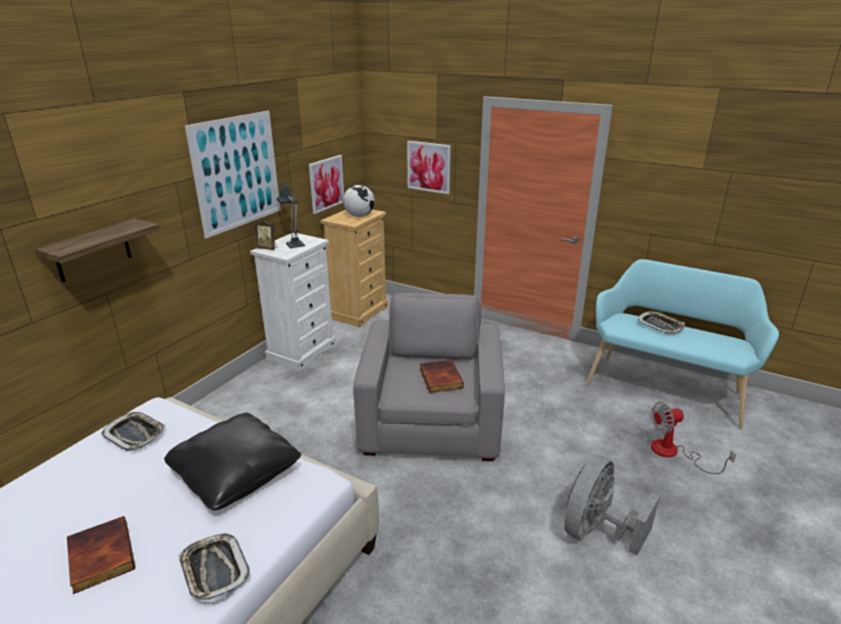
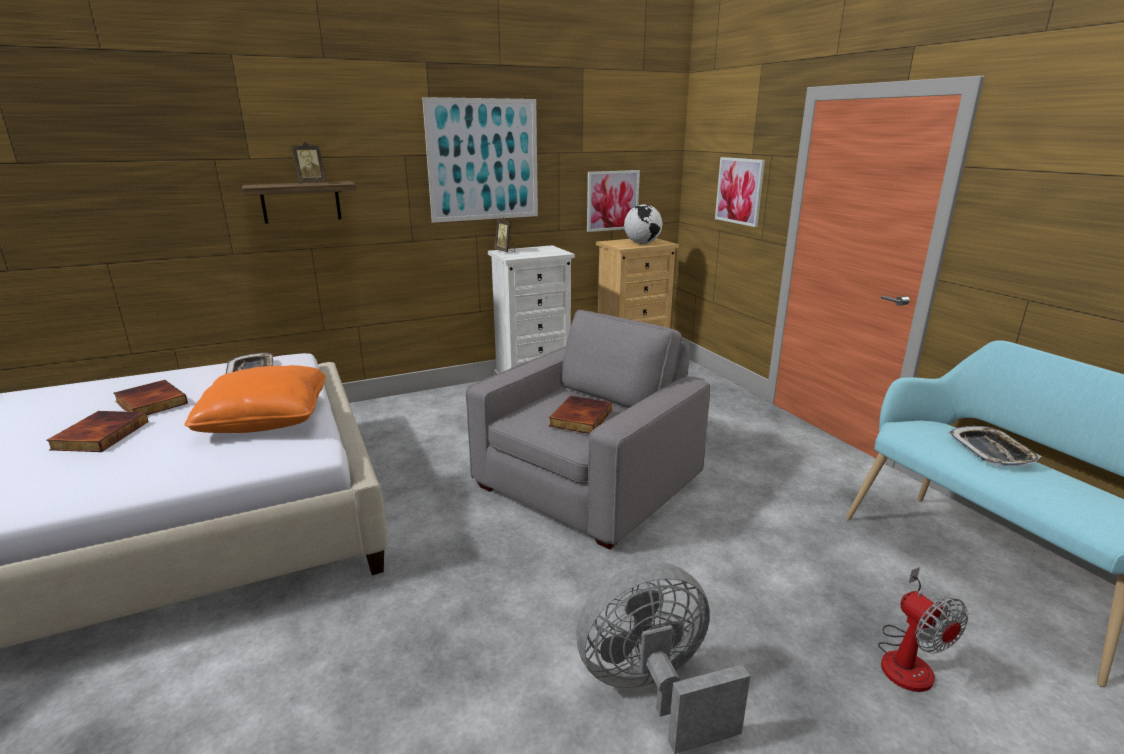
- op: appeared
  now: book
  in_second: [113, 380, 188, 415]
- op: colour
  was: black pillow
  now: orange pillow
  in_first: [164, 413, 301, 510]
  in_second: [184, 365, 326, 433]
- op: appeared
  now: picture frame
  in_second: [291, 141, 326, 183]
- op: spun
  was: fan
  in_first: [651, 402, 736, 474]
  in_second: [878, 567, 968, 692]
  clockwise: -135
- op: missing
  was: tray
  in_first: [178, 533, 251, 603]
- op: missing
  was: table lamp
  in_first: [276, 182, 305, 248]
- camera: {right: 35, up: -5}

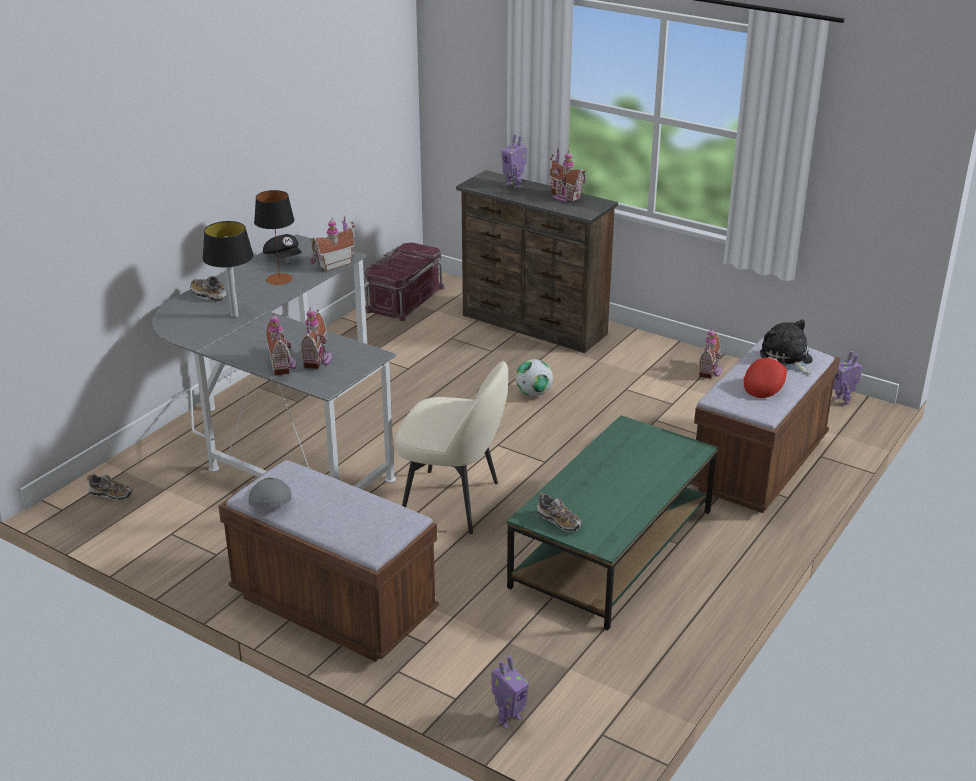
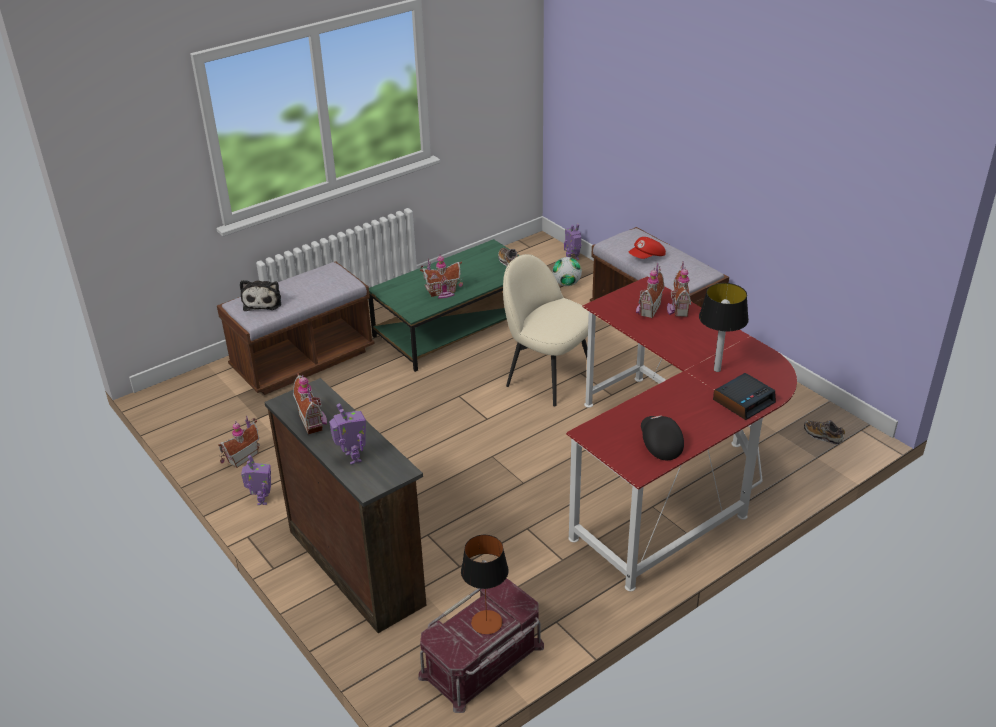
- op: relocated
  was: toy robot
  in_first: [833, 351, 863, 406]
  in_second: [241, 455, 271, 505]
- op: relocated
  was: toy house
  in_first: [310, 216, 355, 271]
  in_second: [420, 254, 463, 299]
- op: relocated
  was: table lamp
  in_first: [254, 190, 294, 285]
  in_second: [461, 535, 509, 635]
- op: relocated
  was: football
  in_first: [516, 359, 553, 396]
  in_second: [552, 257, 582, 286]
- op: colour
  was: grey desk
  now: red desk
  in_first: [153, 234, 397, 490]
  in_second: [566, 276, 797, 591]
- op: relocated
  was: red cap
  in_first: [743, 357, 787, 398]
  in_second: [629, 237, 666, 259]
- op: exchanged
  was: shoe
  now: alarm clock
  in_first: [190, 276, 227, 302]
  in_second: [713, 373, 776, 420]
- op: missing
  was: grey cap
  in_first: [249, 478, 291, 508]
- camera: {right: -160, up: 5}

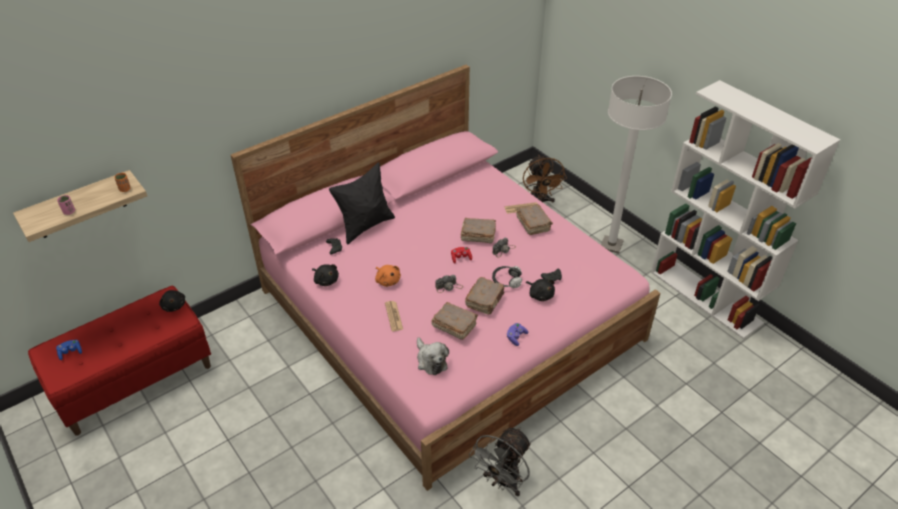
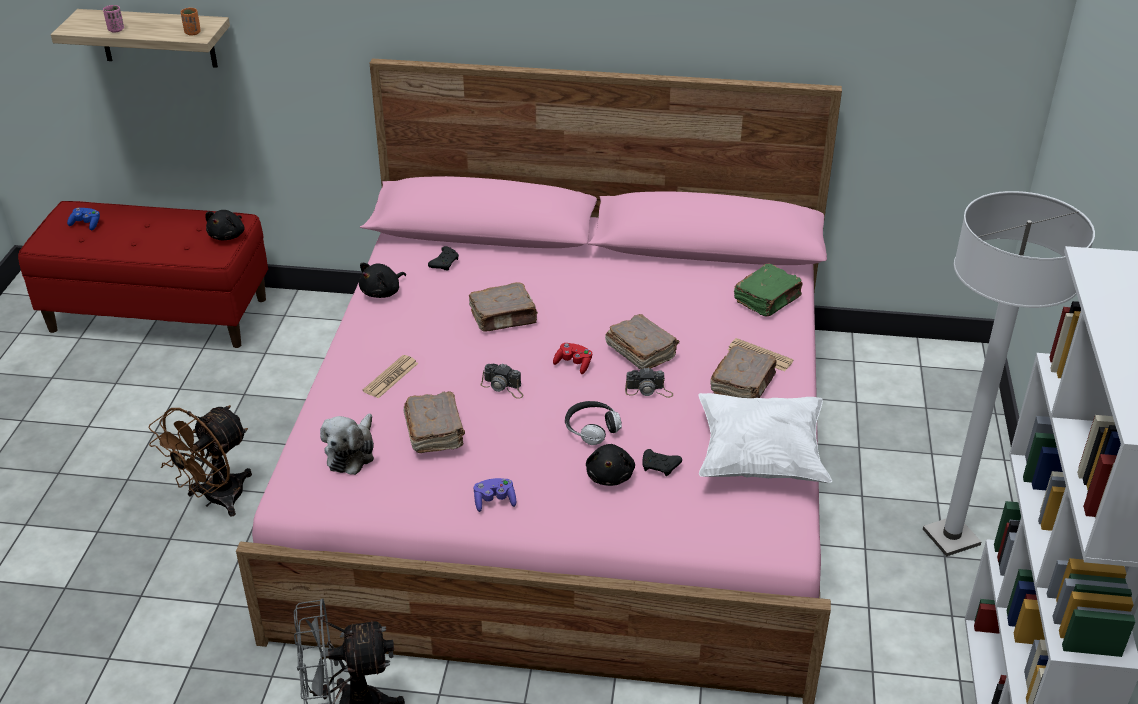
- op: relocated
  was: brown fan
  in_first: [523, 155, 567, 202]
  in_second: [149, 405, 252, 517]
- op: spun
  was: black plush toy
  in_first: [312, 264, 339, 286]
  in_second: [359, 263, 406, 298]
  clockwise: 45
- op: relocated
  was: brown book
  in_first: [465, 277, 504, 314]
  in_second: [469, 282, 538, 331]
- op: appeared
  now: white pillow
  in_second: [699, 393, 832, 483]
- op: appeared
  now: green book
  in_second: [734, 264, 803, 317]
- op: missing
  was: black pillow
  in_first: [329, 162, 395, 245]
- op: missing
  was: orange plush toy
  in_first: [375, 265, 401, 287]
- camera: {right: 45, up: -5}

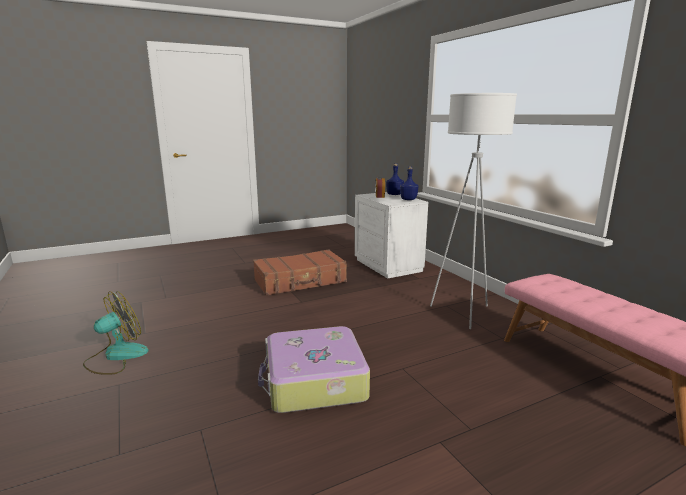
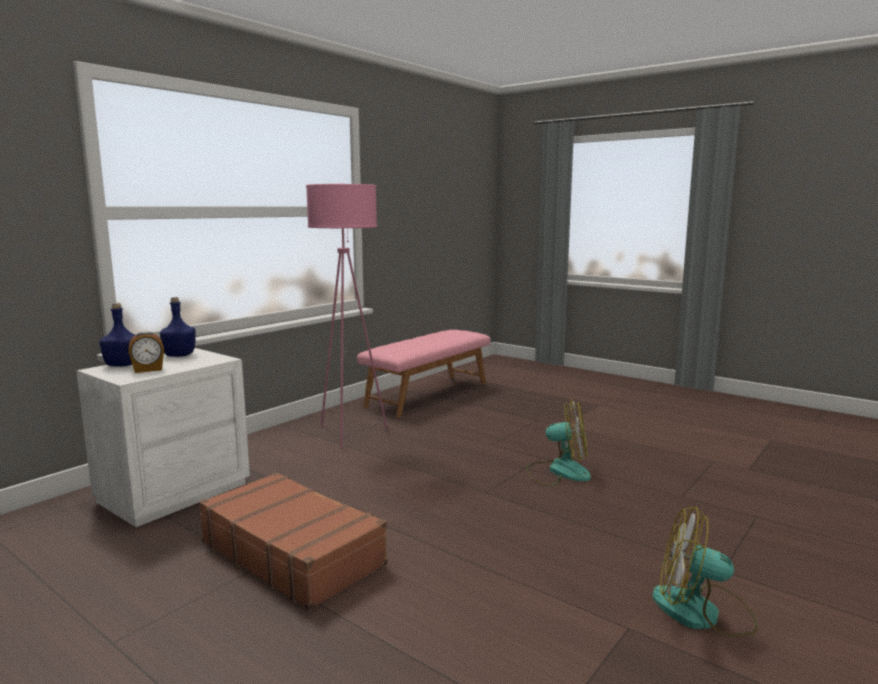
- op: colour
  was: white floor lamp
  now: pink floor lamp
  in_first: [430, 93, 517, 329]
  in_second: [306, 184, 388, 448]
- op: exchanged
  was: suitcase
  now: fan
  in_first: [258, 326, 370, 413]
  in_second: [527, 399, 591, 486]
- camera: {right: -115, up: -5}

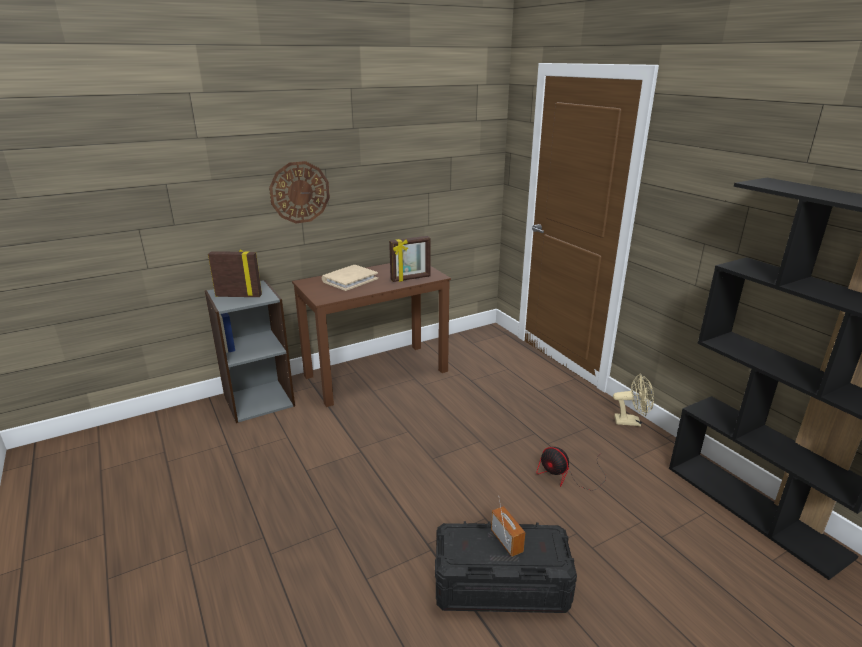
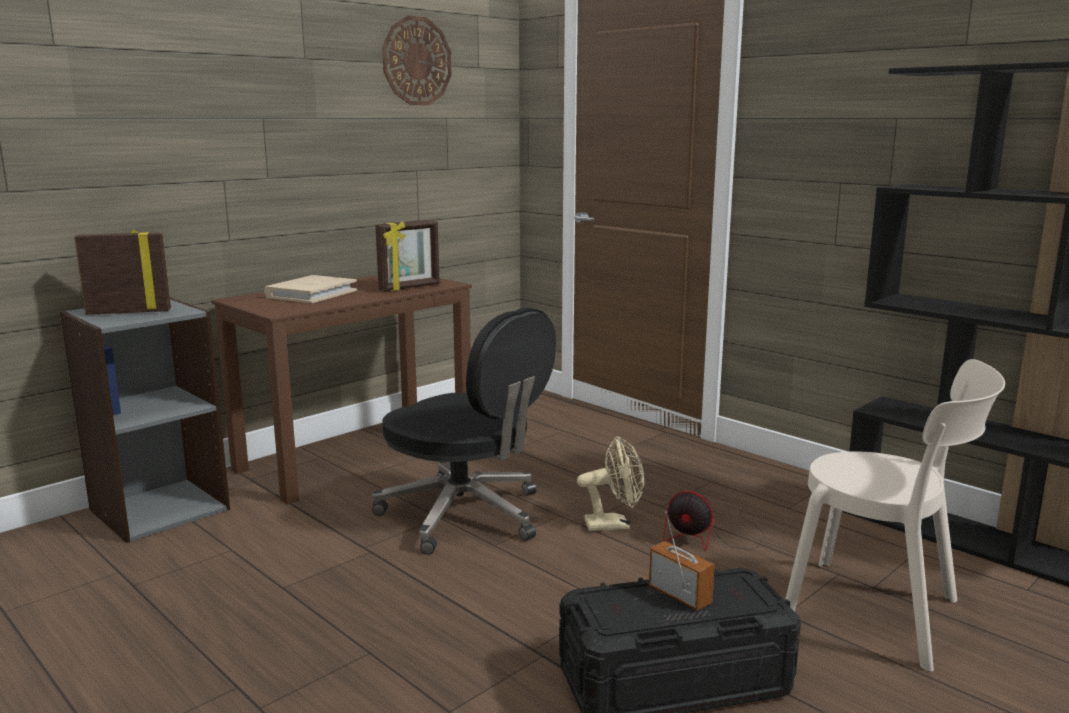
- op: appeared
  now: black office chair
  in_second: [372, 307, 556, 555]
- op: relocated
  was: wall clock
  in_first: [269, 161, 330, 223]
  in_second: [382, 15, 452, 105]
- op: relocated
  was: beige fan
  in_first: [613, 374, 654, 426]
  in_second: [577, 436, 644, 531]
- op: appeared
  now: beige chair
  in_second: [785, 359, 1005, 672]
- camera: {right: -15, up: -10}

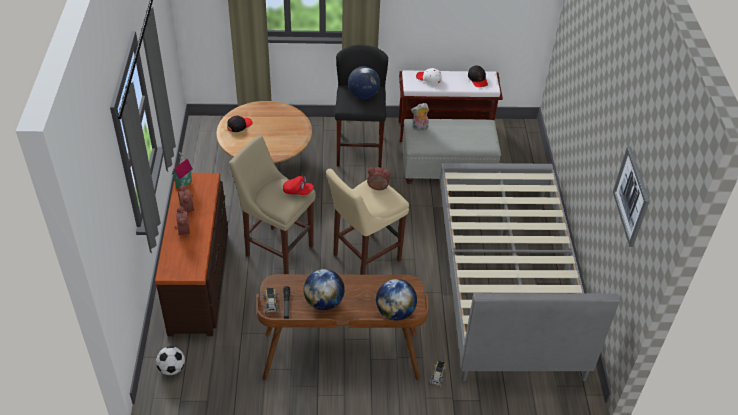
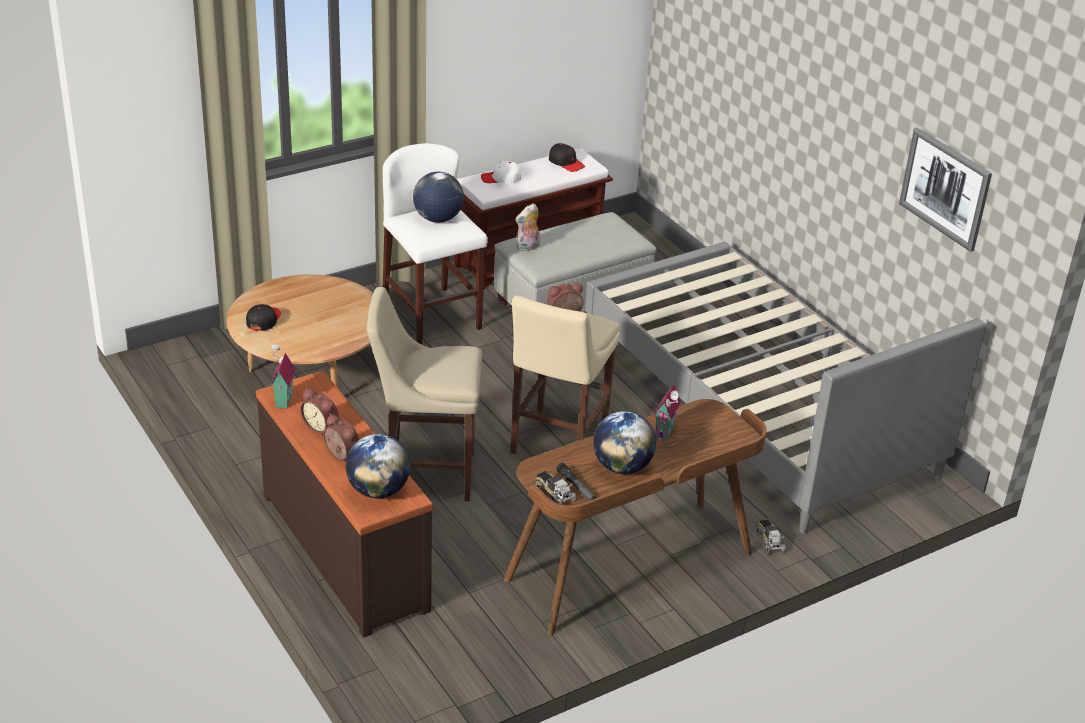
- op: relocated
  was: globe
  in_first: [376, 279, 417, 321]
  in_second: [346, 434, 410, 498]
- op: colour
  was: black stool
  now: white stool
  in_first: [335, 45, 388, 168]
  in_second: [383, 143, 488, 345]
- op: appeared
  now: toy house
  in_second: [654, 385, 681, 440]
- op: missing
  was: football
  in_first: [156, 346, 185, 375]
- op: missing
  was: red cap
  in_first: [283, 176, 314, 195]
- camera: {right: -30, up: -10}

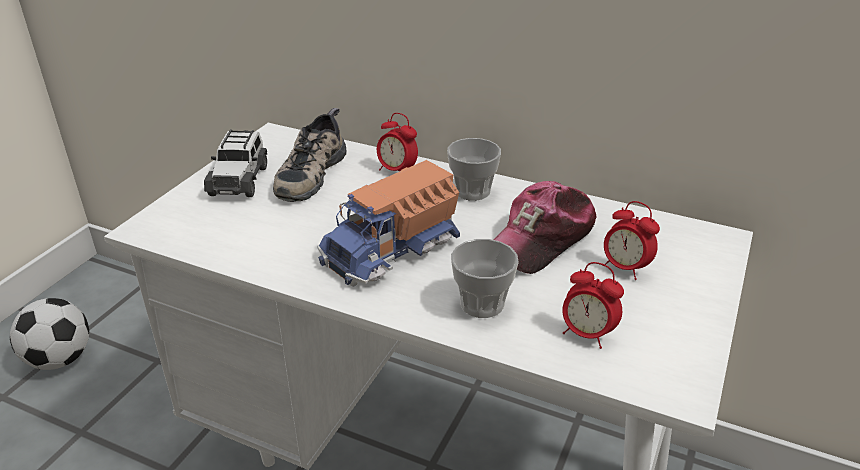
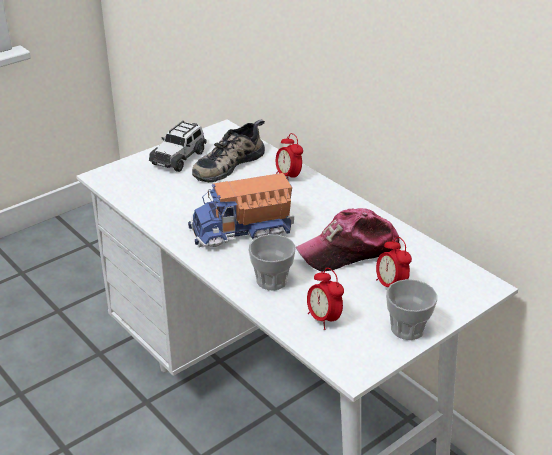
- op: relocated
  was: cup
  in_first: [447, 138, 501, 201]
  in_second: [386, 279, 437, 340]
- op: missing
  was: football
  in_first: [10, 298, 89, 370]
- camera: {right: 25, up: 0}

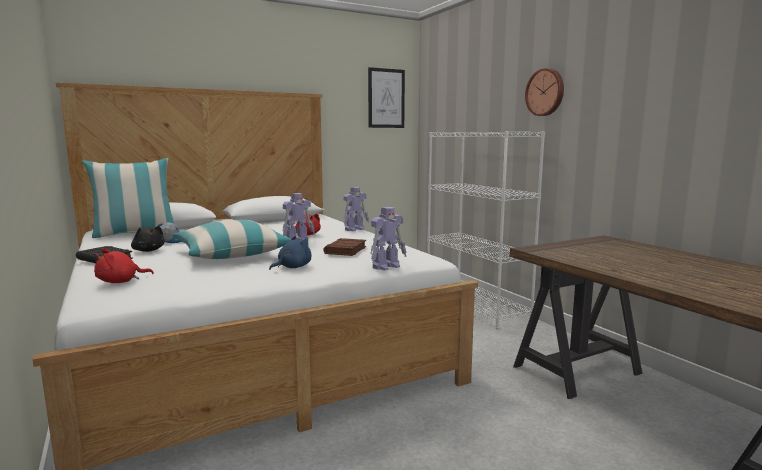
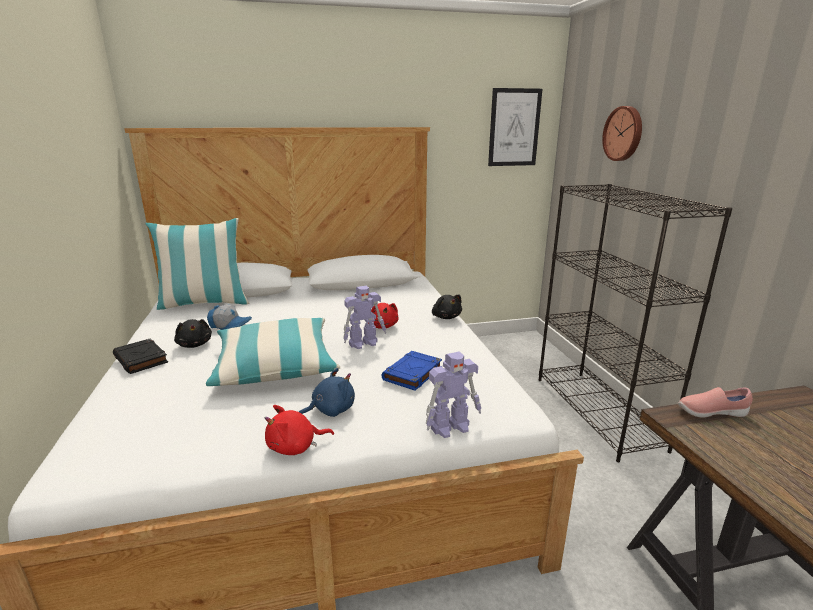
- op: relocated
  was: red plush toy
  in_first: [94, 248, 154, 283]
  in_second: [265, 405, 334, 455]
- op: colour
  was: brown book
  now: blue book
  in_first: [324, 238, 366, 256]
  in_second: [381, 351, 442, 391]
- op: exchanged
  was: toy robot
  now: black plush toy
  in_first: [343, 187, 369, 231]
  in_second: [432, 295, 462, 319]
- op: colour
  was: white bookcase
  now: black bookcase
  in_first: [427, 131, 545, 329]
  in_second: [538, 184, 733, 462]
- op: relocated
  was: wall clock
  in_first: [525, 68, 564, 116]
  in_second: [602, 106, 642, 161]
- op: appeared
  now: pink shoe
  in_second: [678, 387, 753, 417]
- camera: {right: 15, up: 10}

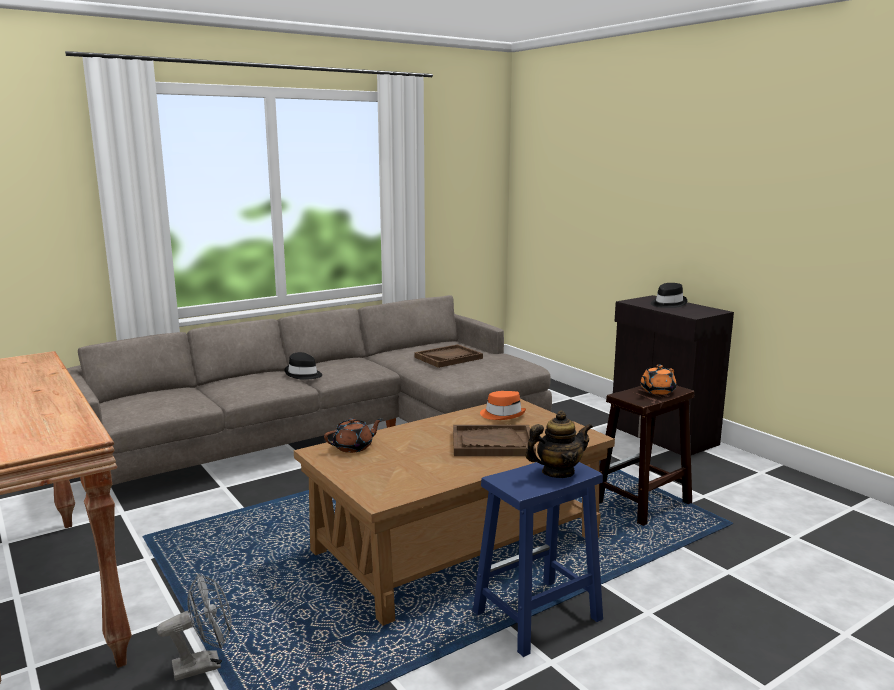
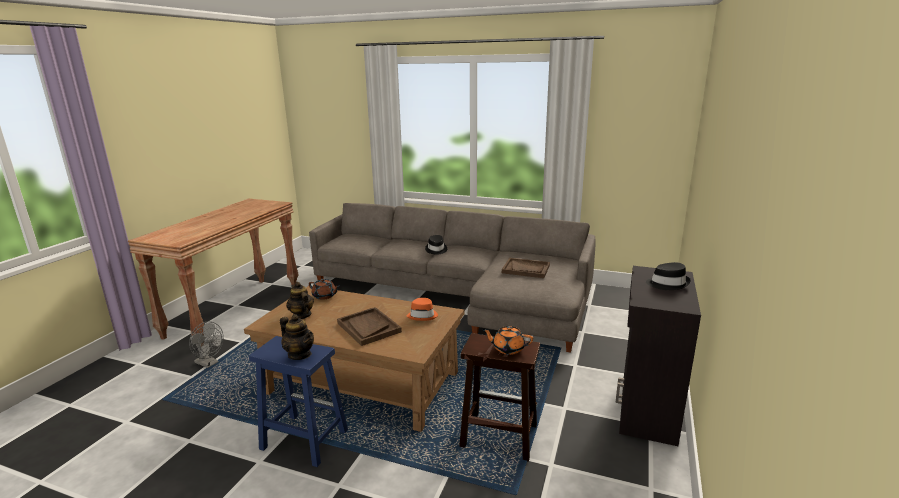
- op: appeared
  now: teapot
  in_second: [286, 282, 314, 319]
- camera: {right: 55, up: 5}

